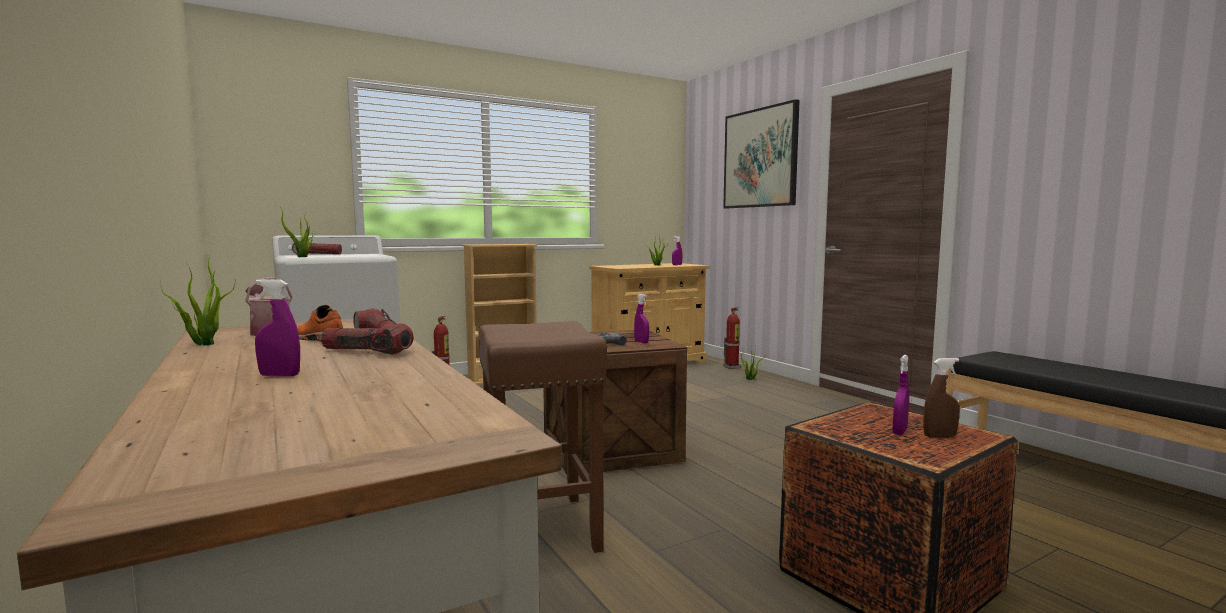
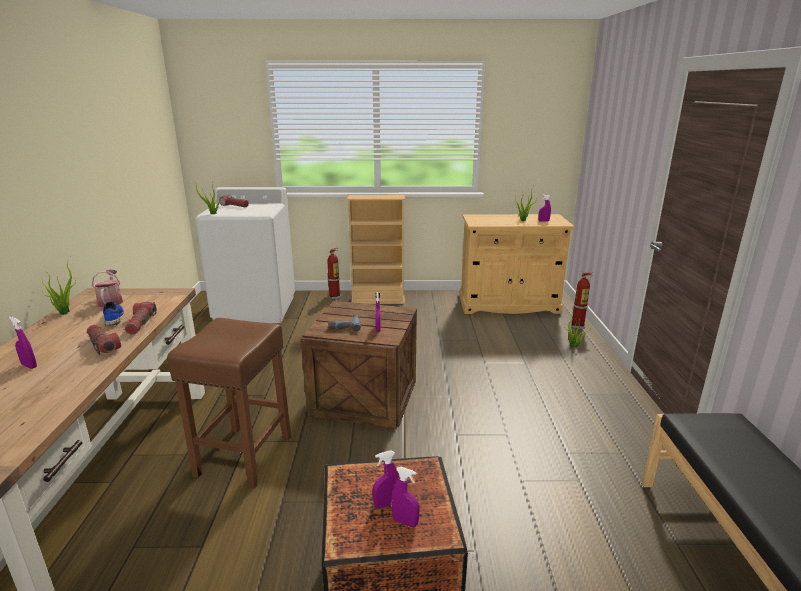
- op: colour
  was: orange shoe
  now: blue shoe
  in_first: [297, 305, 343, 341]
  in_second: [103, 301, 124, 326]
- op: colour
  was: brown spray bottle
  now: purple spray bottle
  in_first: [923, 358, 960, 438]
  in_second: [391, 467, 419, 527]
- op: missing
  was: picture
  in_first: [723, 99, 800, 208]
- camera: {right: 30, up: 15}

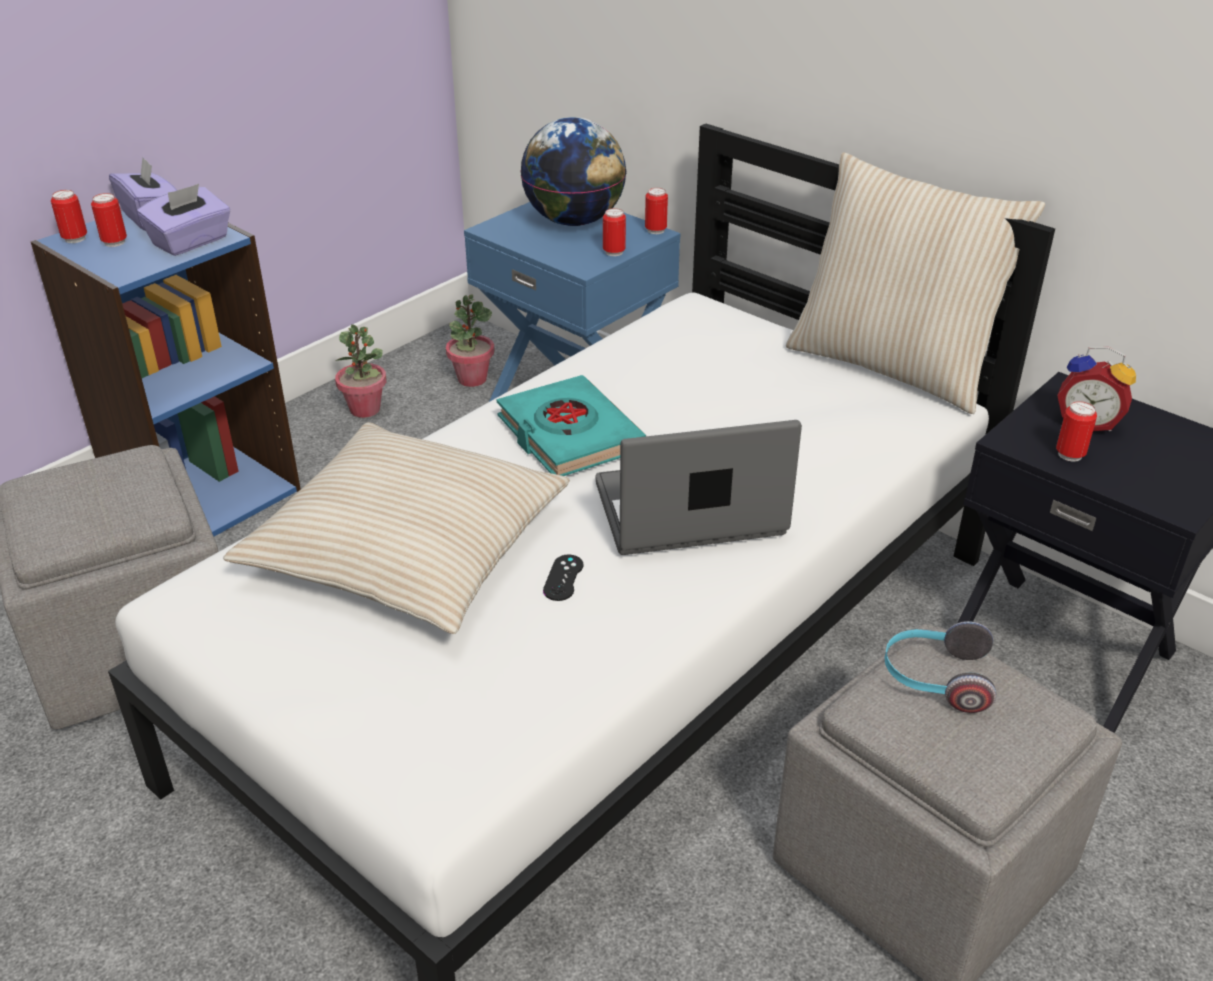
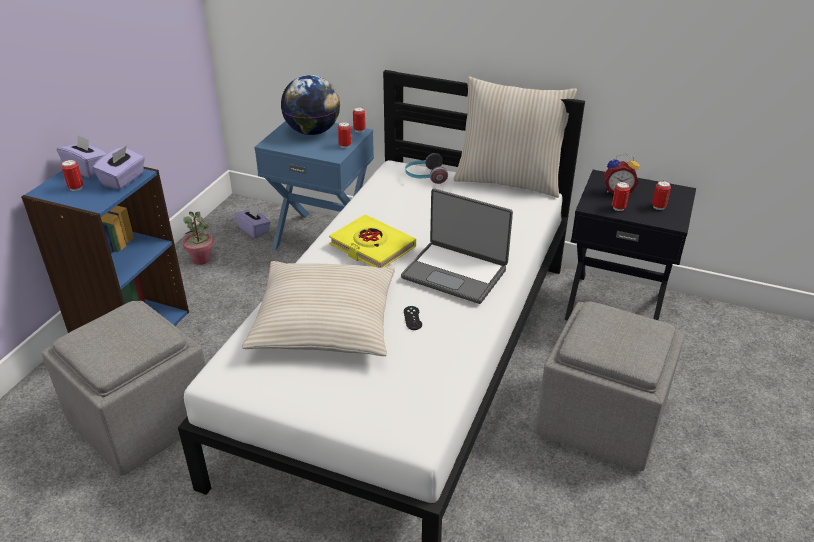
- op: exchanged
  was: potted plant
  now: purple tissue box
  in_first: [446, 295, 495, 387]
  in_second: [234, 205, 271, 238]
- op: colour
  was: turquoise book
  now: yellow book
  in_first: [497, 375, 646, 476]
  in_second: [329, 214, 416, 268]
- op: spun
  was: laptop
  in_first: [596, 420, 802, 555]
  in_second: [401, 188, 513, 304]
  clockwise: -120
- op: relocated
  was: headphones
  in_first: [884, 621, 996, 713]
  in_second: [405, 153, 448, 184]
- op: relocated
  was: can
  in_first: [51, 190, 87, 243]
  in_second: [652, 181, 671, 210]
- camera: {right: -20, up: 0}

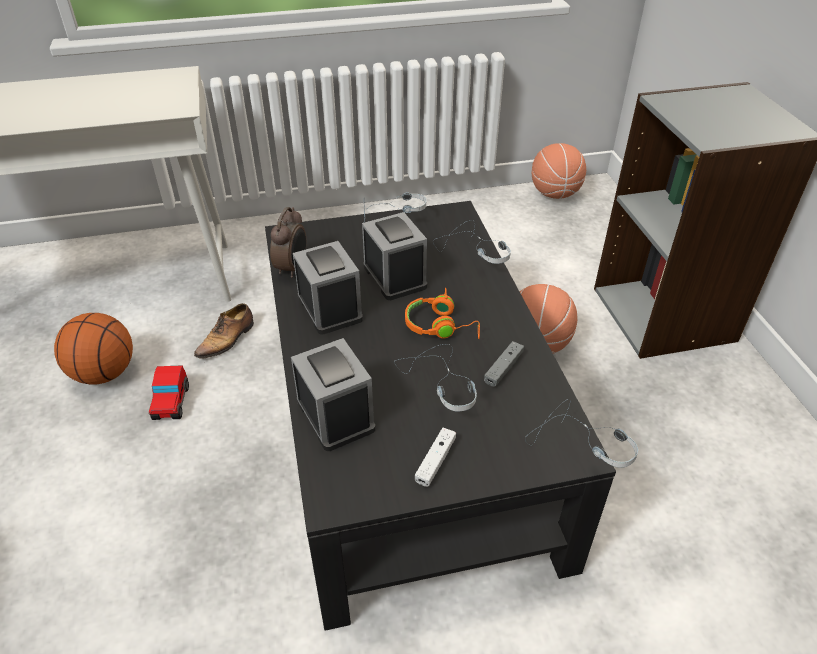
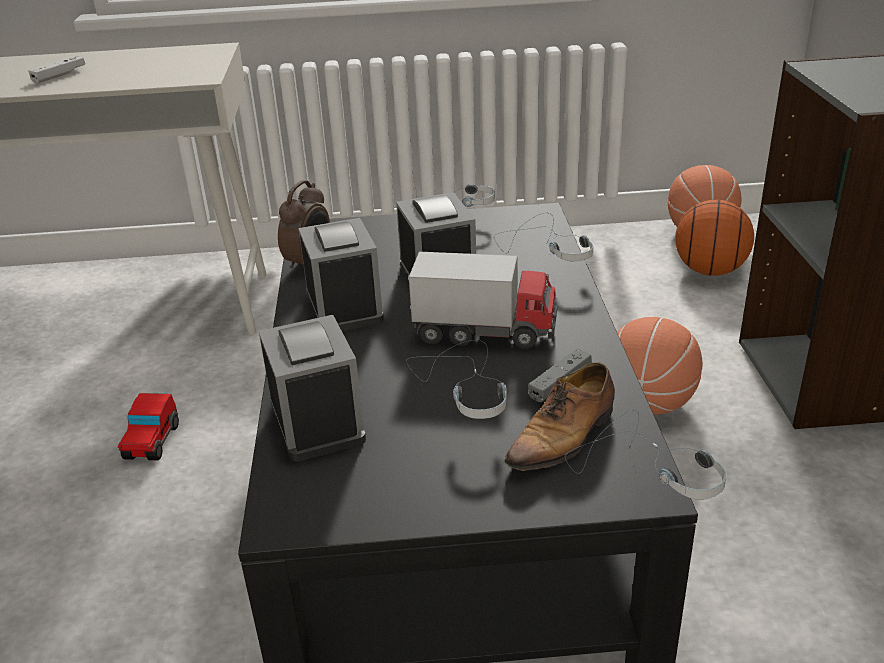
- op: relocated
  was: white game controller
  in_first: [415, 428, 456, 487]
  in_second: [28, 56, 85, 83]
- op: exchanged
  was: orange headphones
  now: toy truck
  in_first: [405, 288, 480, 339]
  in_second: [409, 252, 557, 349]
- op: relocated
  was: shoe
  in_first: [194, 303, 254, 359]
  in_second: [504, 362, 615, 471]
- op: relocated
  was: basketball
  in_first: [54, 313, 133, 384]
  in_second: [675, 200, 754, 276]
- camera: {right: 10, up: -10}

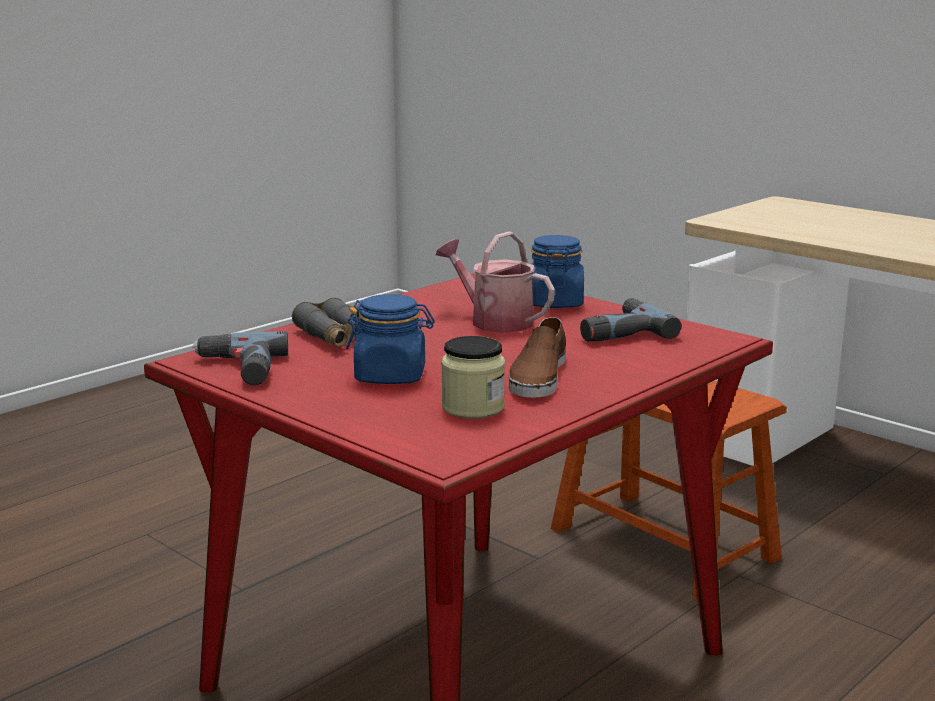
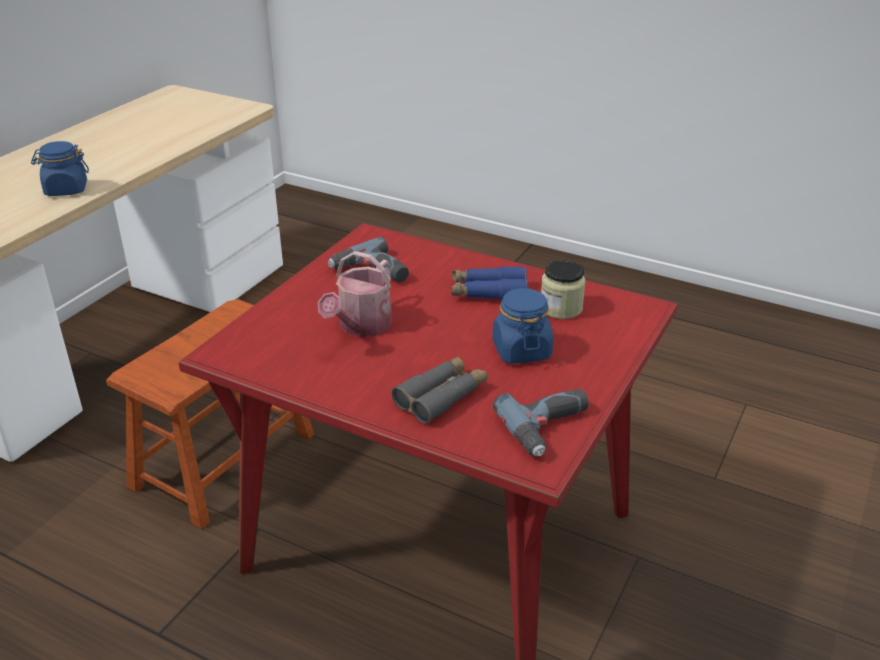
- op: relocated
  was: blue jar
  in_first: [531, 235, 584, 308]
  in_second: [31, 141, 89, 196]
- op: exchanged
  was: brown shoe
  now: blue binoculars
  in_first: [509, 317, 566, 398]
  in_second: [452, 266, 528, 300]
- camera: {right: -105, up: 15}

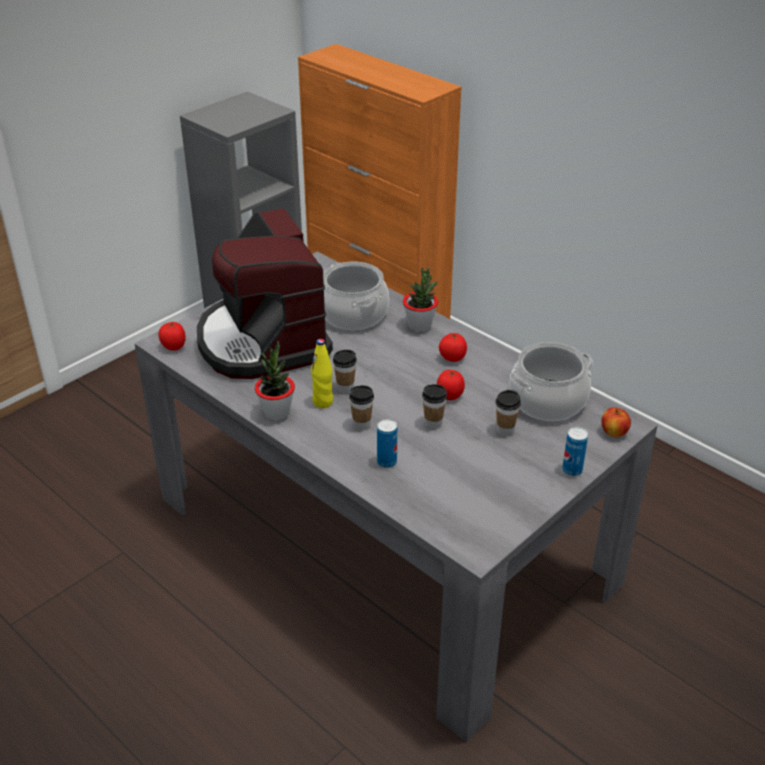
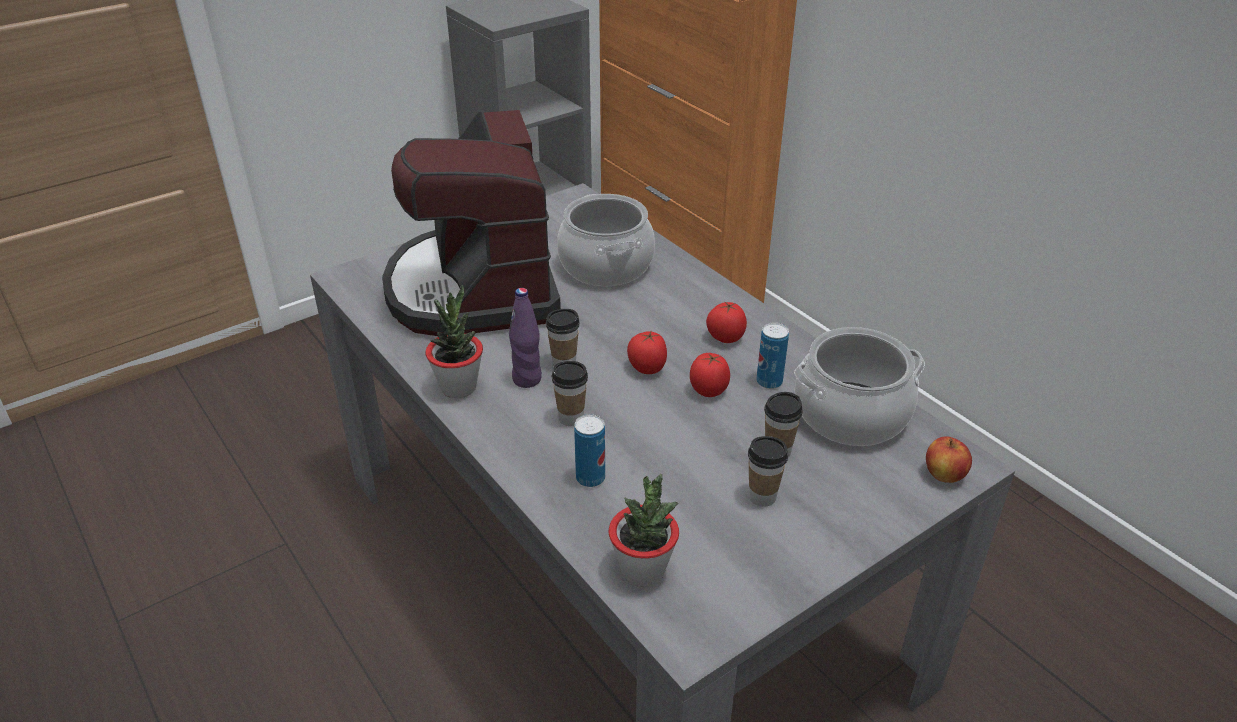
- op: colour
  was: yellow bottle
  now: purple bottle
  in_first: [311, 339, 333, 408]
  in_second: [509, 288, 542, 388]
- op: relocated
  was: potted plant
  in_first: [403, 268, 438, 332]
  in_second: [609, 474, 679, 587]
- op: relocated
  was: tomato
  in_first: [158, 322, 186, 350]
  in_second: [627, 331, 667, 374]
- op: relocated
  was: cup
  in_first: [422, 384, 447, 429]
  in_second: [748, 436, 788, 507]
- op: relocated
  was: can
  in_first: [562, 427, 588, 476]
  in_second: [756, 322, 789, 389]
- camera: {right: 10, up: 0}

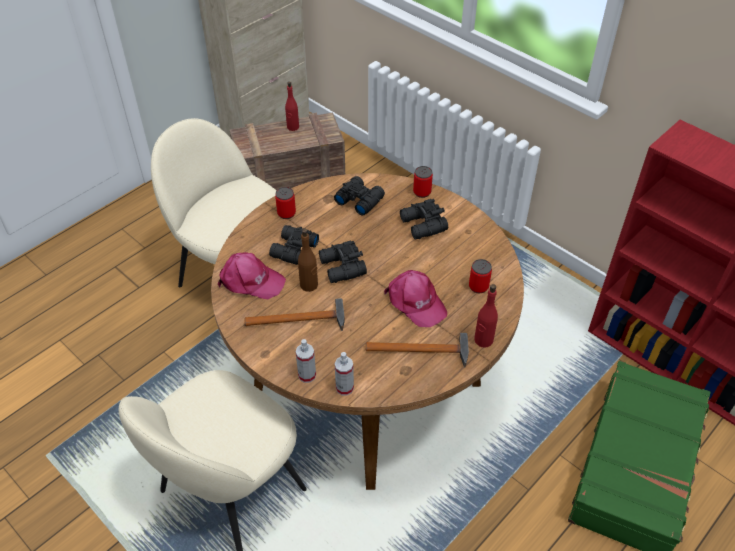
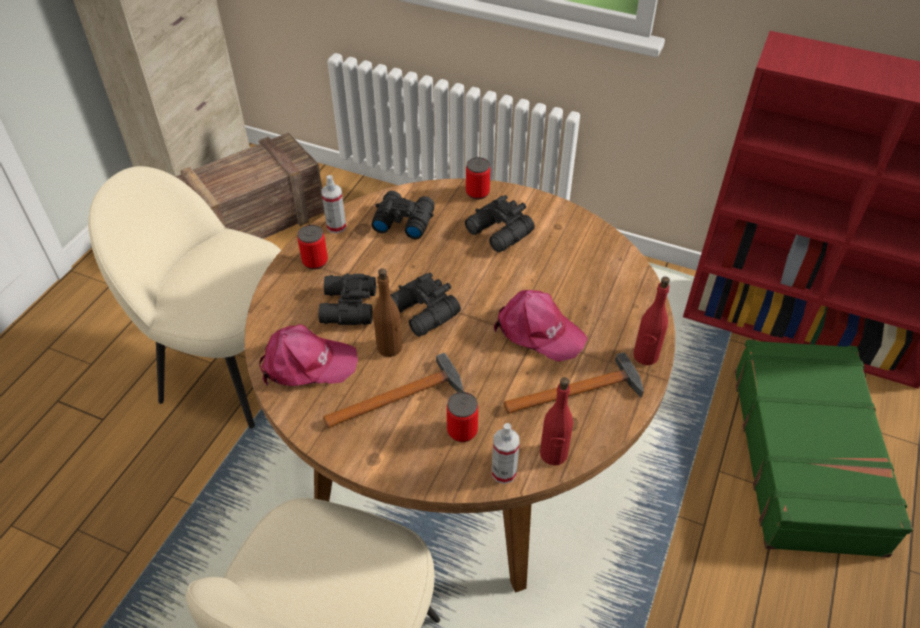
- op: relocated
  was: spray bottle
  in_first: [296, 339, 316, 383]
  in_second: [321, 175, 346, 233]
- op: relocated
  was: can
  in_first: [469, 259, 492, 293]
  in_second: [447, 392, 478, 442]
- op: relocated
  was: red bottle
  in_first: [285, 82, 299, 131]
  in_second: [540, 377, 573, 465]
- camera: {right: -20, up: 0}

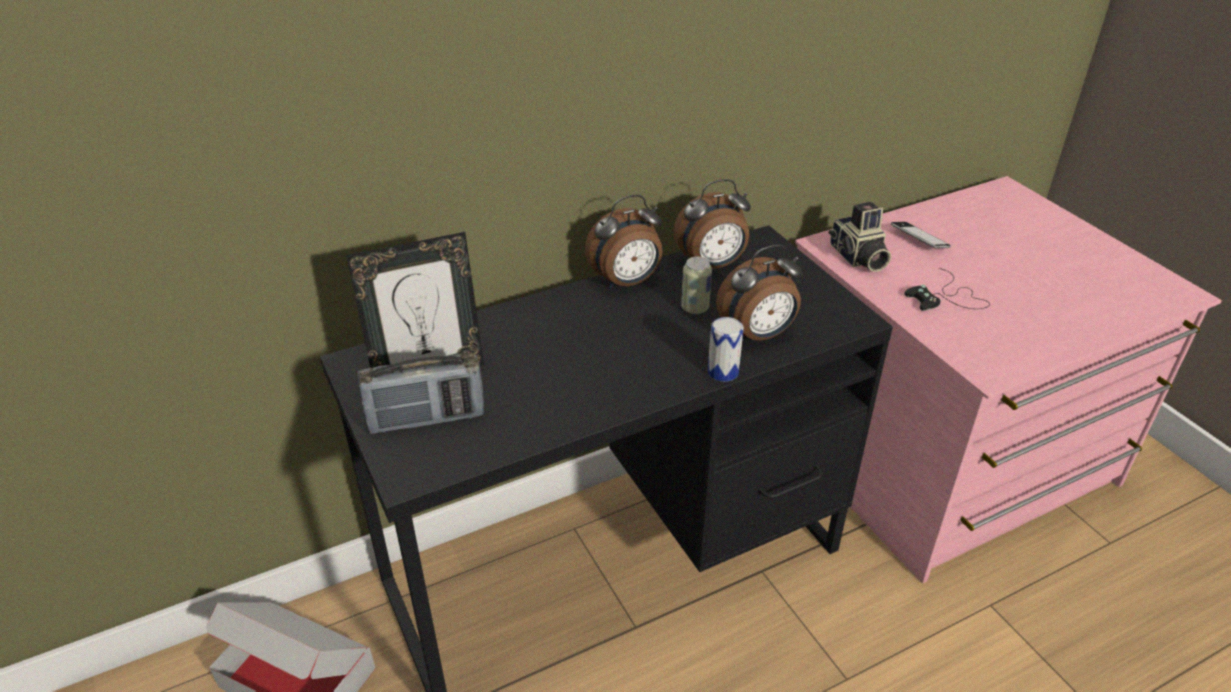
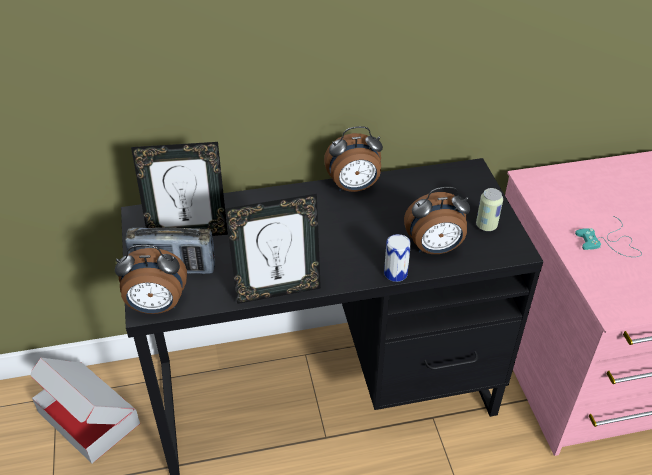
- op: relocated
  was: alarm clock
  in_first: [673, 179, 751, 269]
  in_second: [115, 245, 187, 314]
- op: appeared
  now: picture frame
  in_second: [225, 194, 321, 304]
- op: relocated
  was: can
  in_first: [681, 256, 712, 314]
  in_second: [476, 188, 503, 231]
- op: colour
  was: black game controller
  now: turquoise game controller
  in_first: [905, 268, 990, 311]
  in_second: [575, 216, 642, 257]
- op: missing
  was: photo camera
  in_first: [829, 202, 891, 272]
- op: missing
  was: phone
  in_first: [891, 222, 951, 249]
- camera: {right: 15, up: 5}

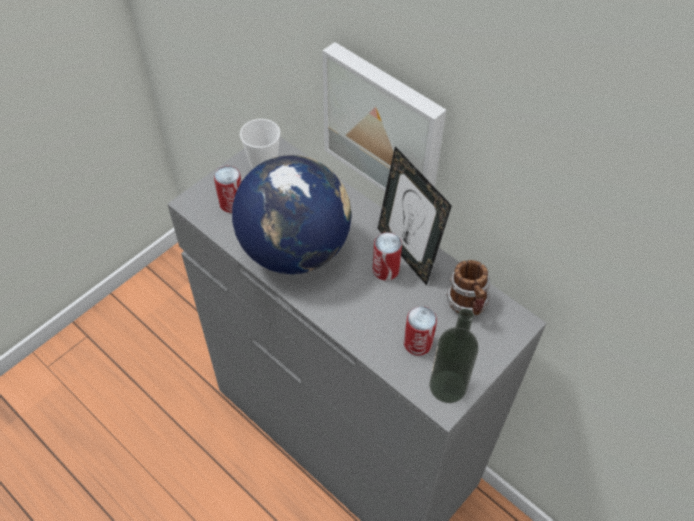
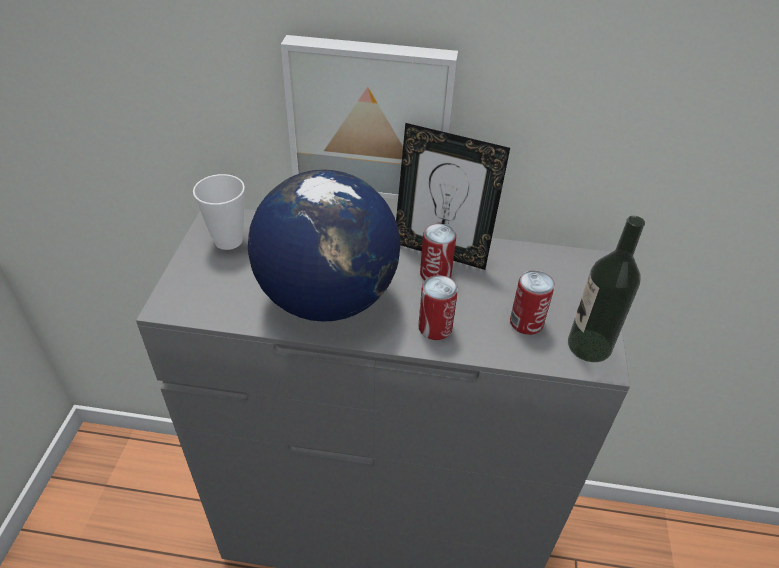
- op: relocated
  was: can
  in_first: [214, 166, 241, 213]
  in_second: [418, 275, 458, 340]
- op: missing
  was: mug
  in_first: [446, 260, 490, 315]
- camera: {right: -35, up: -10}

